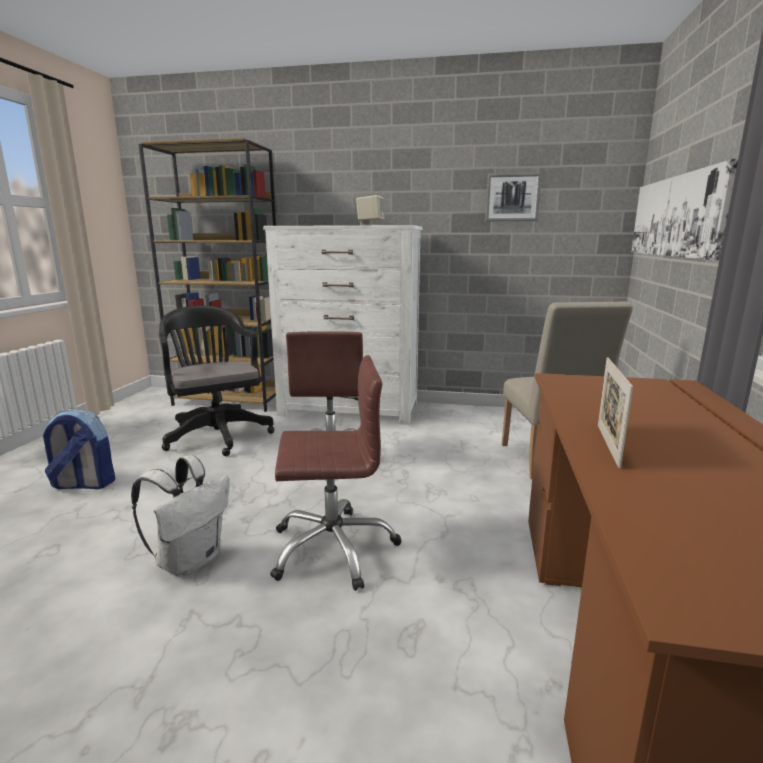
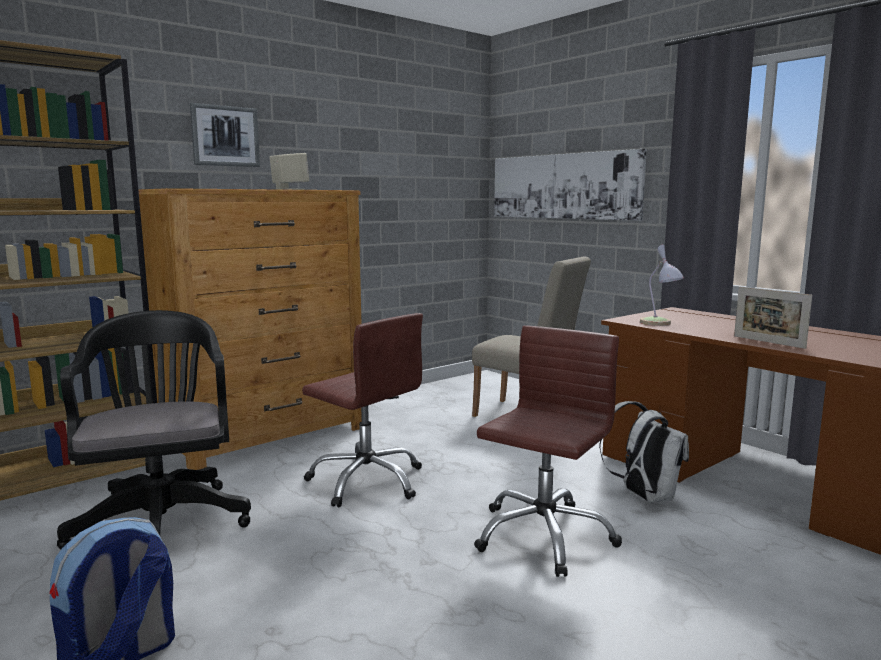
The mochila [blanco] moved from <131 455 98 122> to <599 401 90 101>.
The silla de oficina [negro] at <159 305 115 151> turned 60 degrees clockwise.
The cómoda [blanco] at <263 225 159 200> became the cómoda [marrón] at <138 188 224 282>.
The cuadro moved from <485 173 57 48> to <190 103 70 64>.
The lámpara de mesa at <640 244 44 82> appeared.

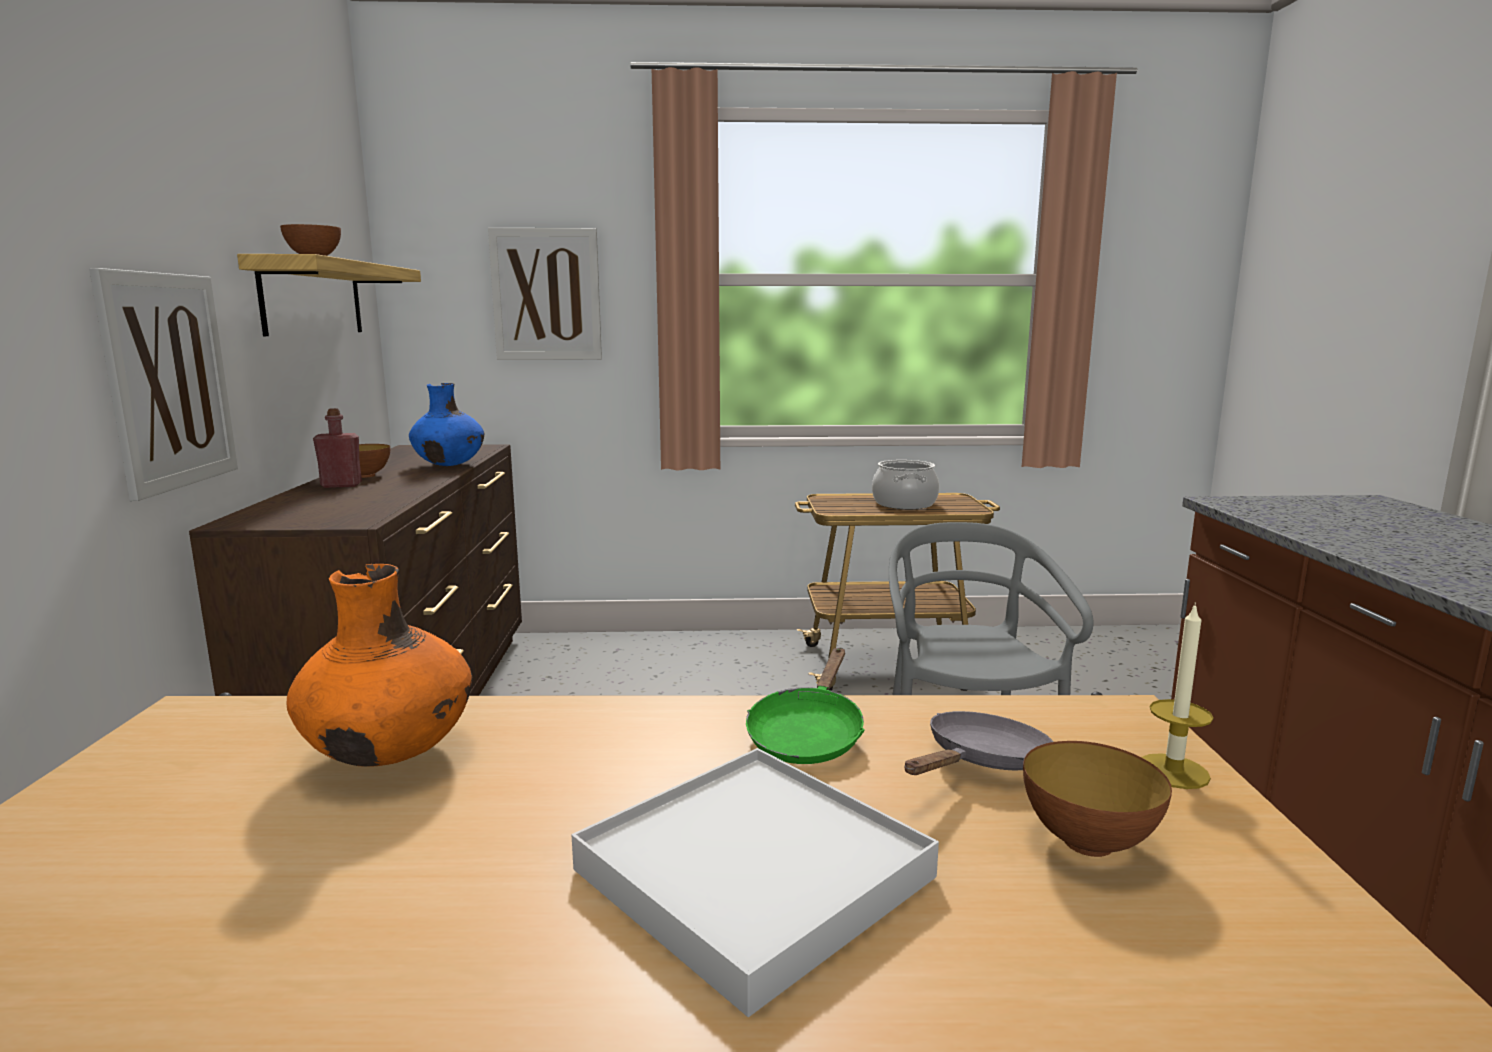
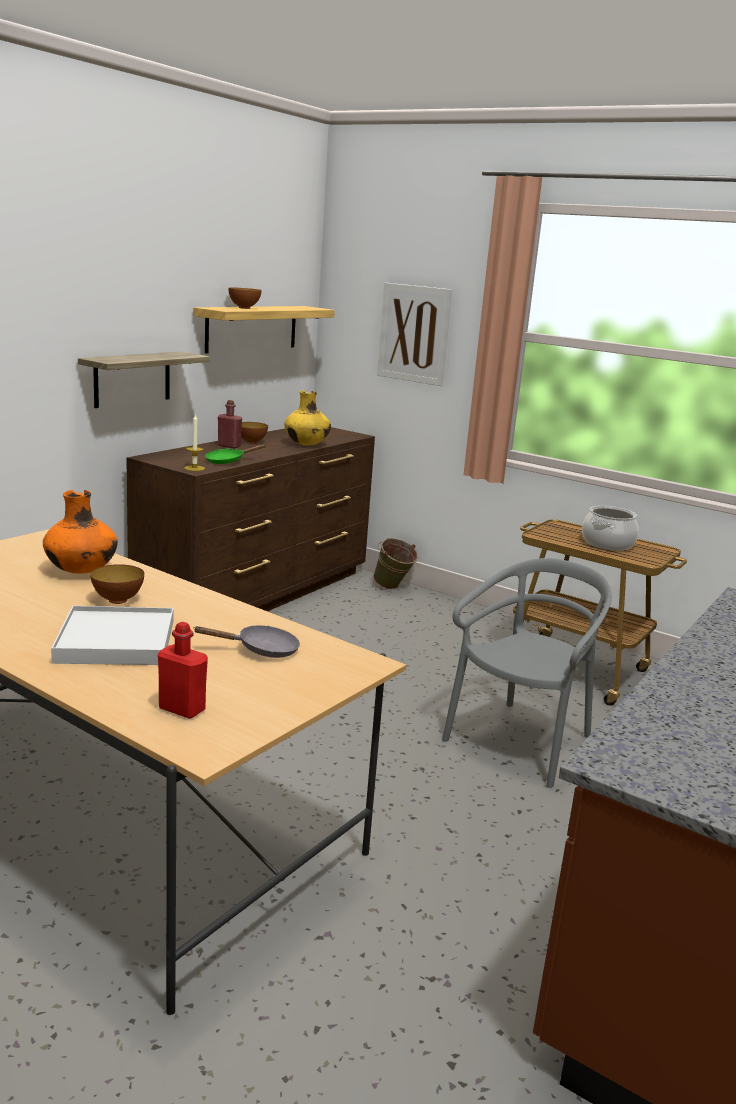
The cuadro at <89 268 149 233> was replaced by the estante at <78 351 132 57>.
The florero [azul] at <409 383 75 83> became the florero [amarillo] at <284 390 47 56>.
The sartén [verde] moved from <746 648 119 116> to <205 444 60 20>.
The cuenco moved from <1023 741 149 116> to <90 564 54 40>.
The vela moved from <1142 602 71 187> to <184 415 21 56>.
The botella [rojo] at <158 622 50 97> appeared.
The cubo [verde] at <373 538 45 51> appeared.

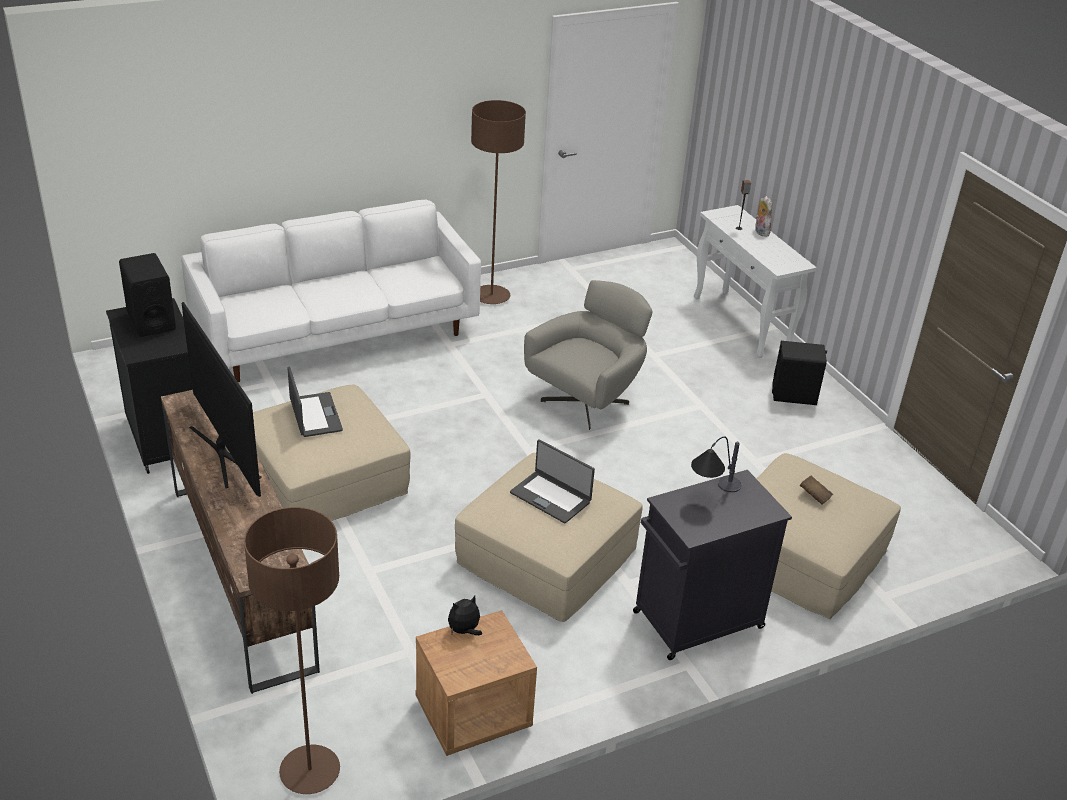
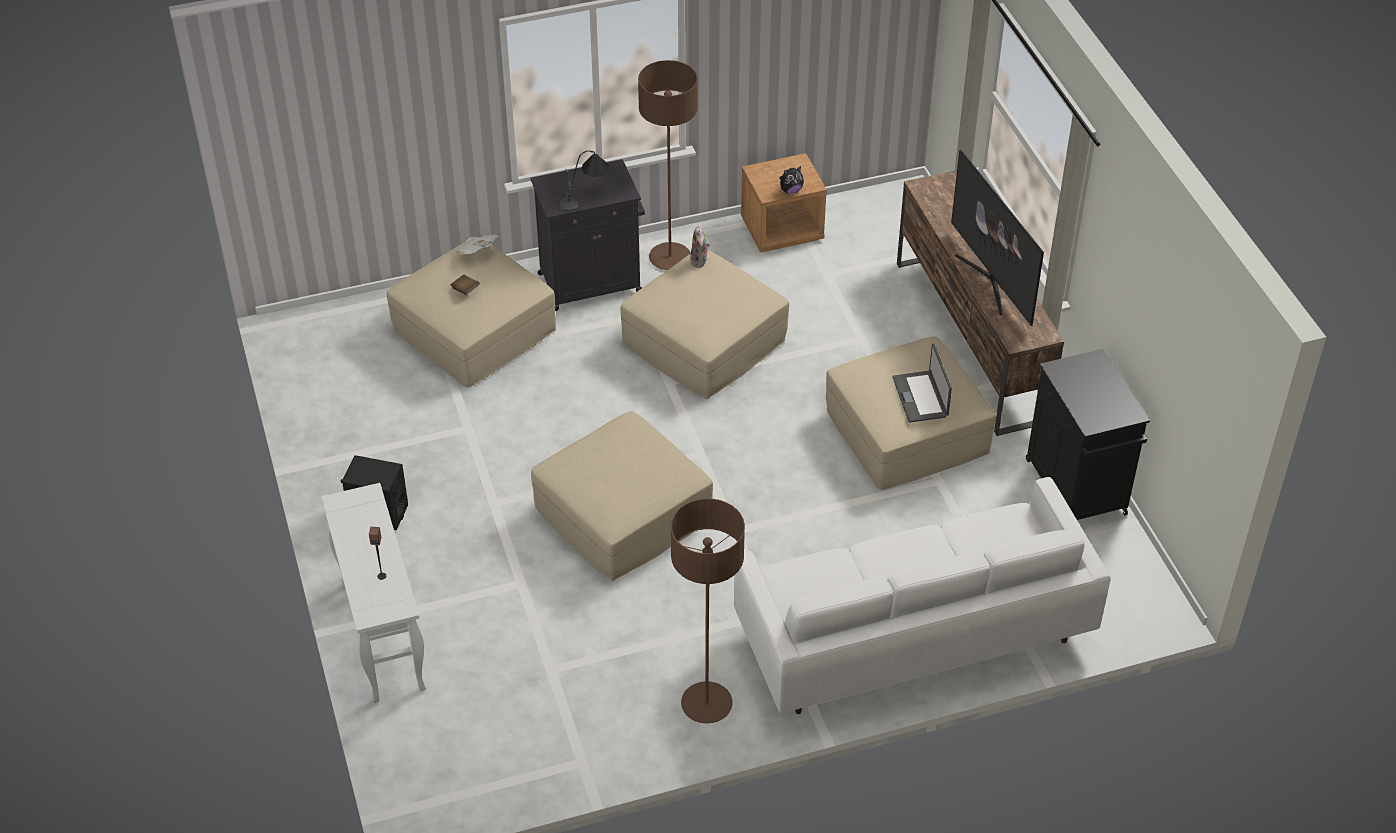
The altavoz [negro] at <119 253 57 84> disappeared.
The lámpara de pie [marrón] moved from <244 507 96 287> to <638 60 60 210>.
The portátil at <510 439 85 84> disappeared.
The sillón [gris] at <524 280 128 150> was replaced by the puf [beis] at <531 411 182 170>.
The peluche moved from <755 196 17 41> to <690 226 20 42>.
The periódico at <454 234 45 20> appeared.

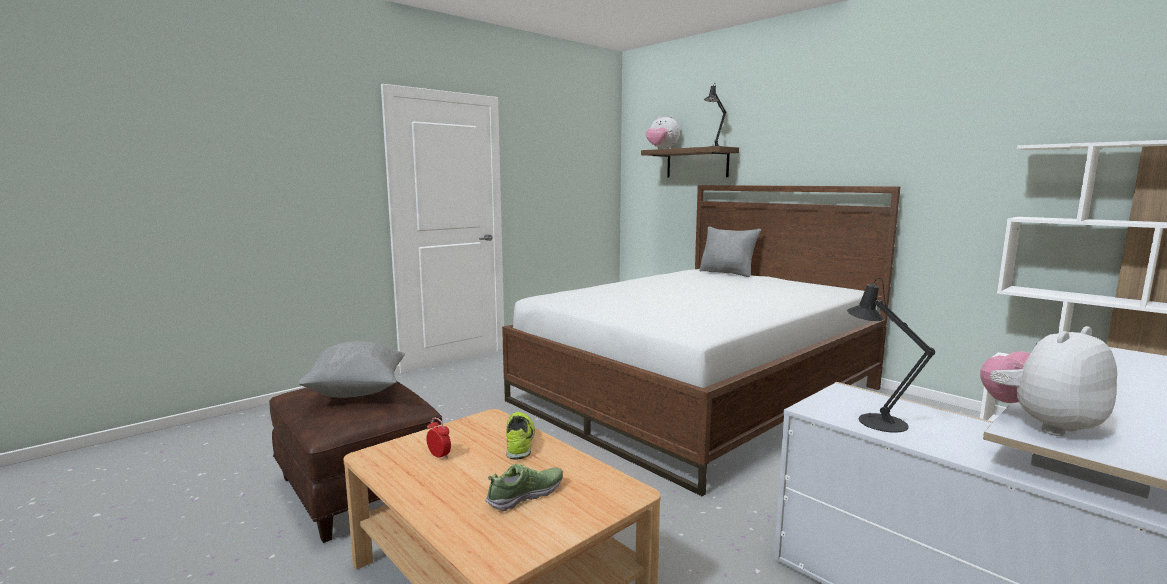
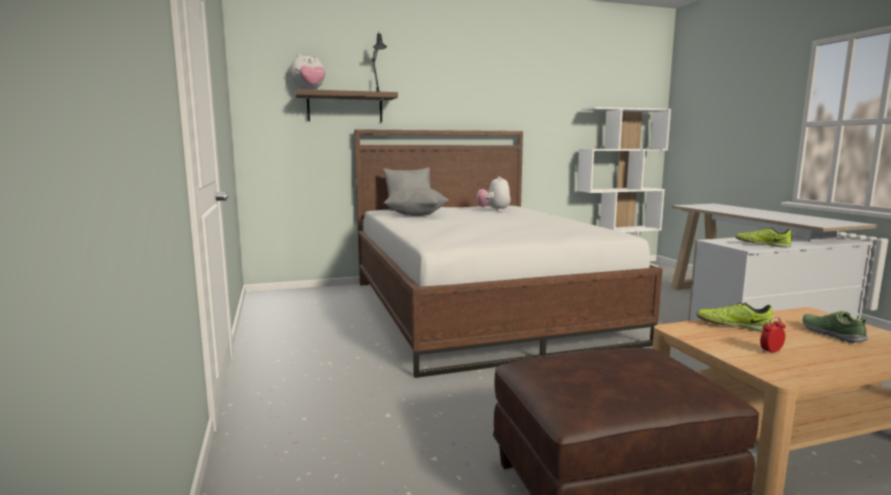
The cojín [gris] moved from <298 341 107 57> to <384 187 65 29>.
The lámpara de mesa [negro] at <847 278 88 155> was replaced by the zapato at <735 227 57 21>.
The peluche moved from <980 326 137 110> to <477 176 34 36>.

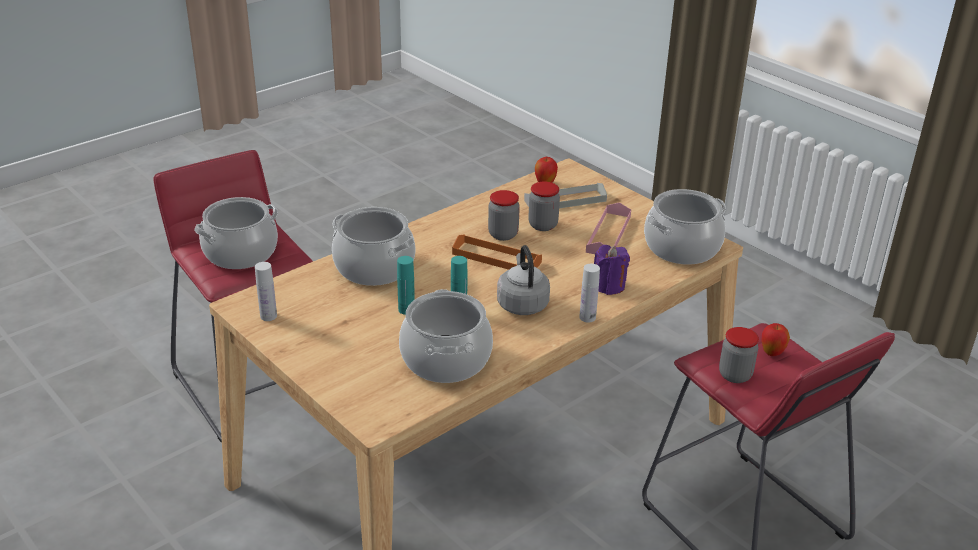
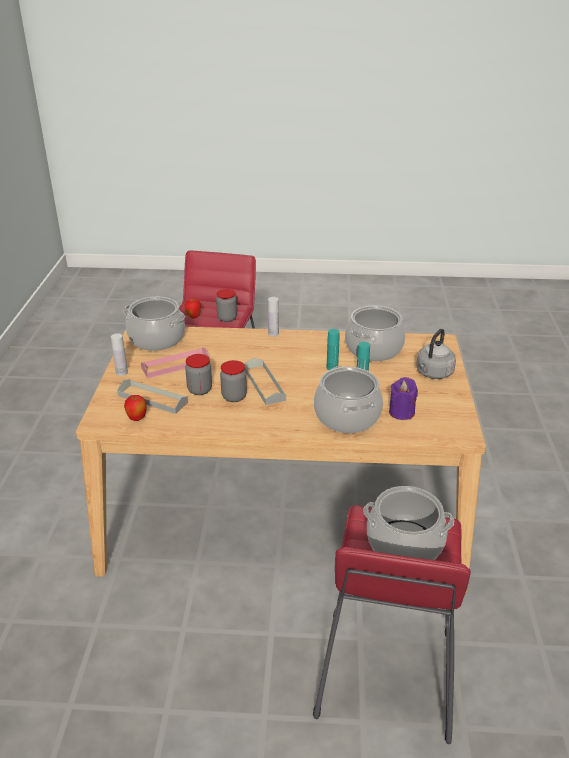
The botella [blanco] moved from <255 262 22 59> to <111 333 17 43>.
The bandeja [naranja] at <452 234 90 36> became the bandeja [gris] at <244 358 42 47>.
The hervidor [gris] moved from <497 245 53 70> to <416 329 40 50>.
The vela [morado] moved from <594 245 36 50> to <389 377 29 43>.

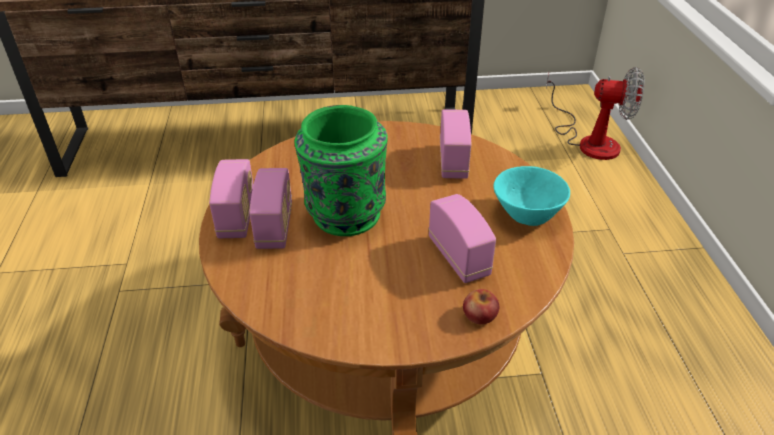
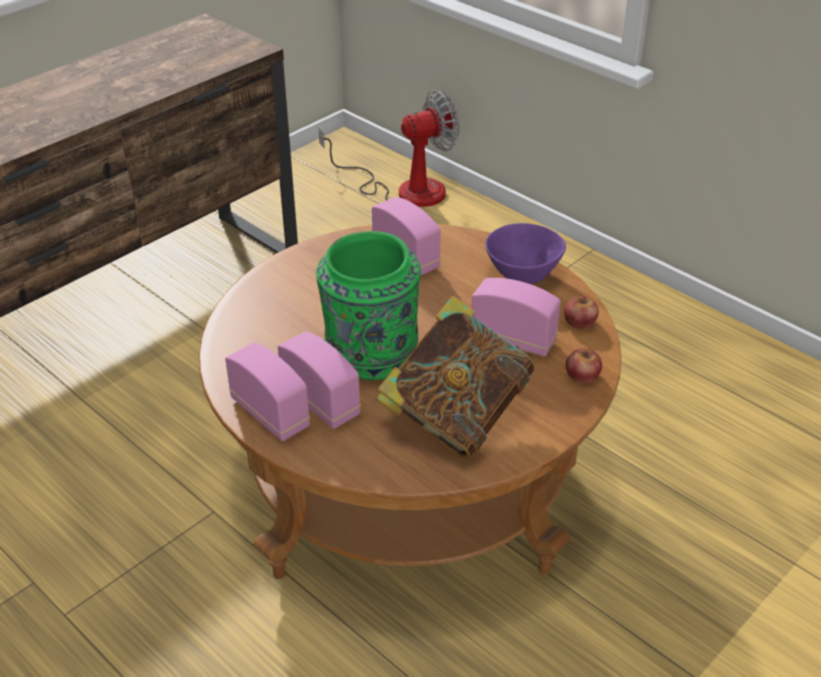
The cuenco [turquesa] at <494 166 76 60> became the cuenco [morado] at <485 223 81 61>.
The libro at <376 296 158 162> appeared.
The manzana at <564 296 35 33> appeared.

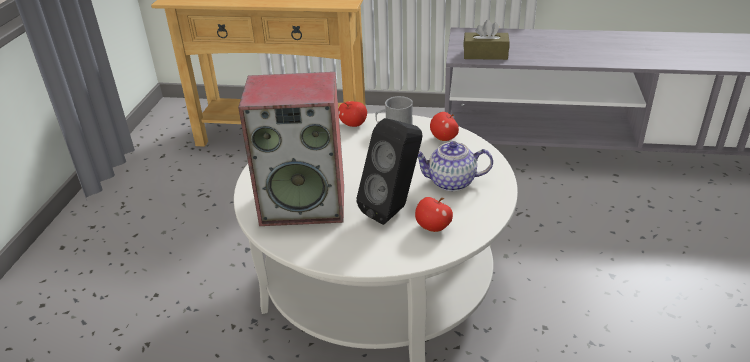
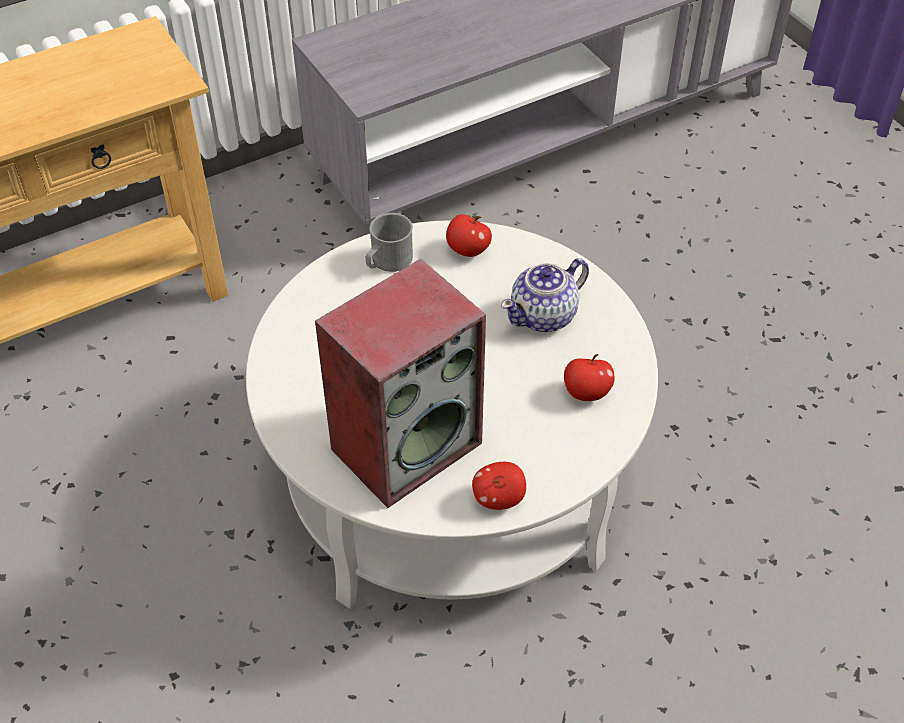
The manzana moved from <338 101 29 26> to <472 462 54 48>.
The altavoz [negro] at <356 118 67 107> disappeared.
The caja de pañuelos [marrón] at <464 20 46 40> disappeared.

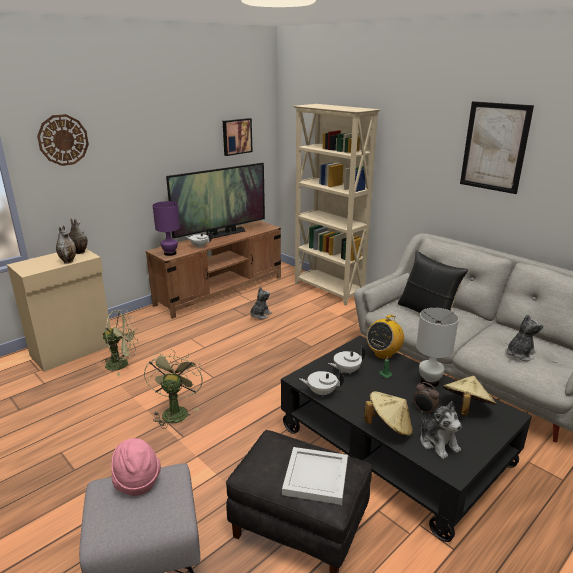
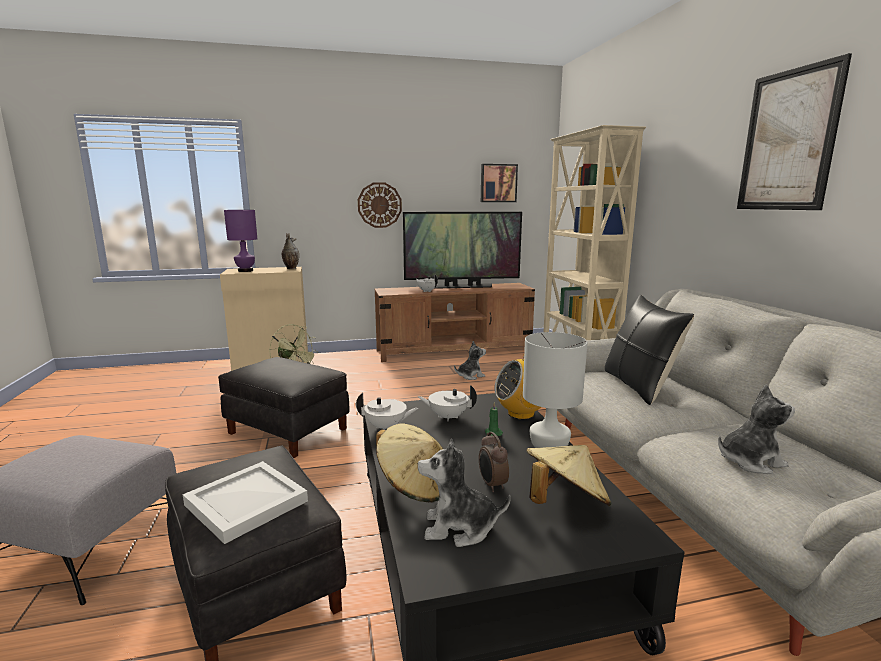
The reloj de pared moved from <37 114 52 52> to <358 182 44 46>.
The florero at <56 225 20 39> disappeared.
The sombrero [rosa] at <111 438 50 58> disappeared.
The ventilador [verde] at <144 349 59 80> was replaced by the puf [negro] at <218 357 131 101>.
The lámpara de mesa [morado] moved from <153 201 27 55> to <224 210 33 62>.
The tetera [blanco] at <299 371 45 26> turned 150 degrees clockwise.
The peluche at <420 401 42 58> turned 90 degrees clockwise.

